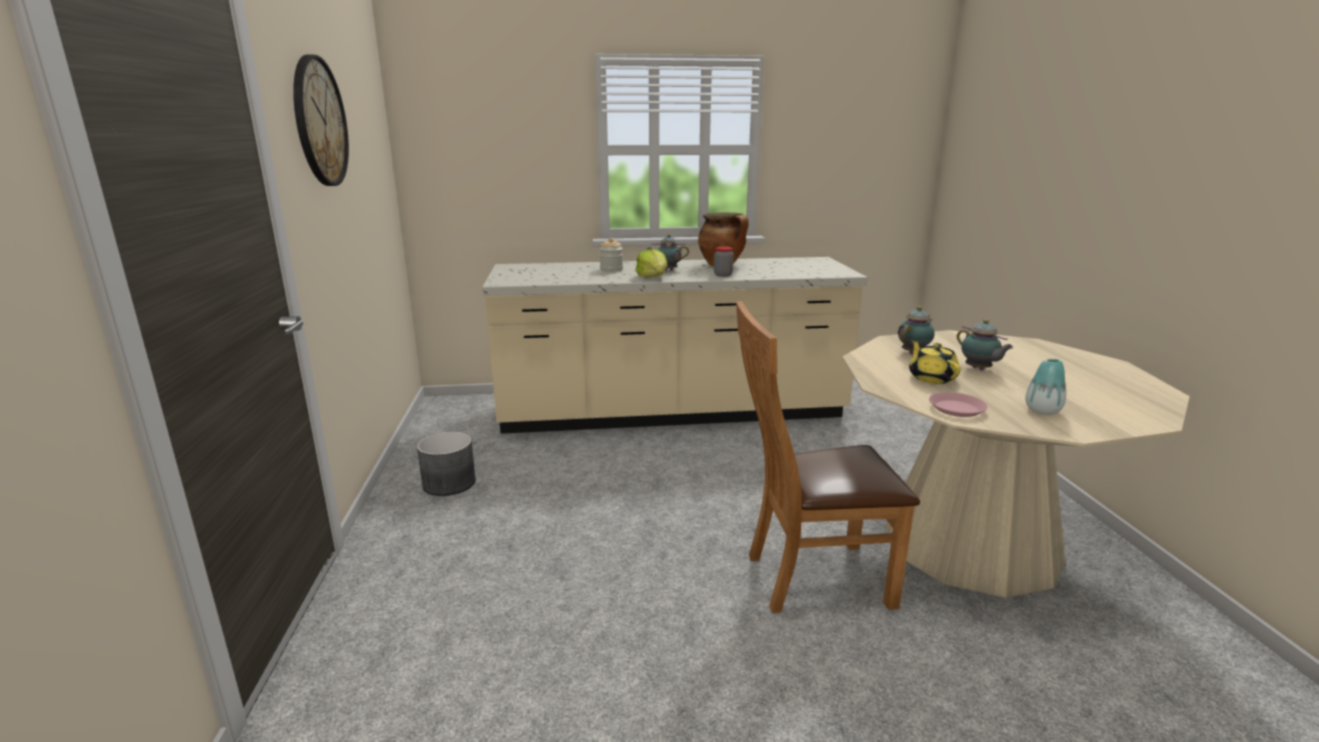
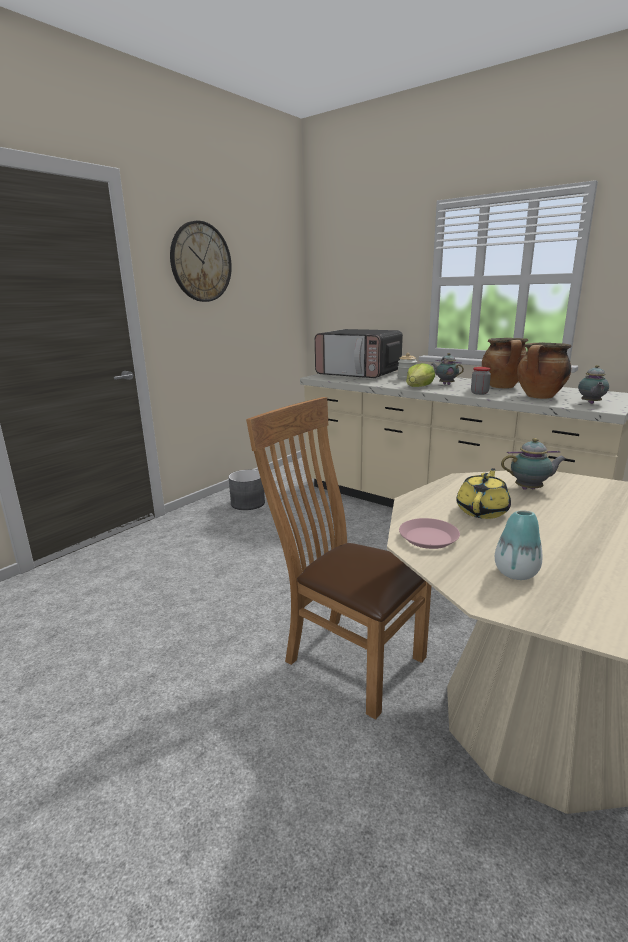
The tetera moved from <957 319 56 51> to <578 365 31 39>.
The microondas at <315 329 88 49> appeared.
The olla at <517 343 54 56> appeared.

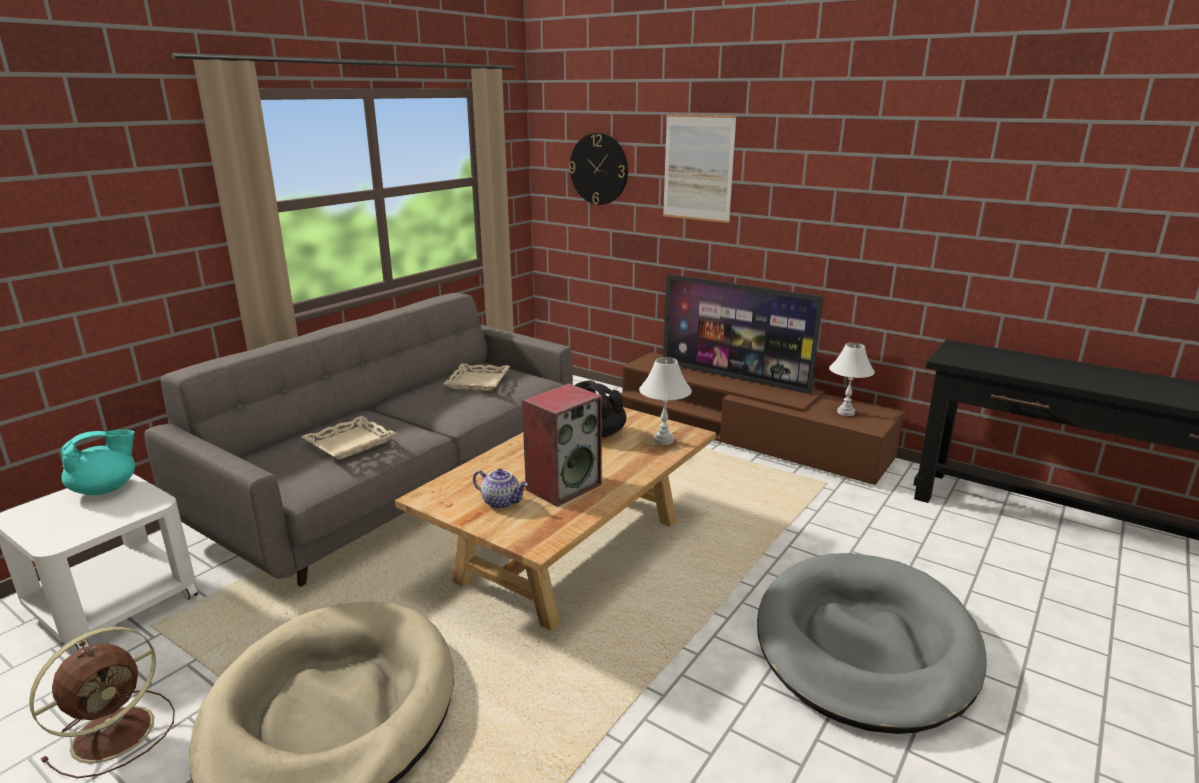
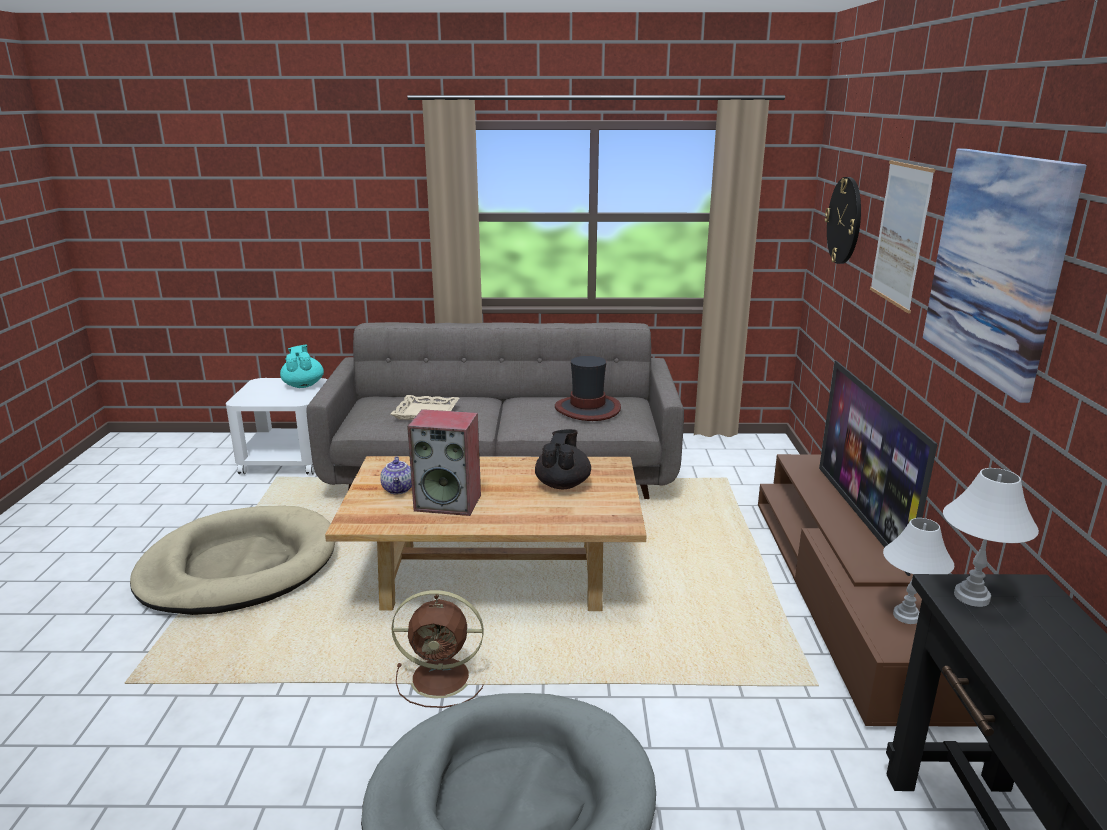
The ventilador [marrón] moved from <29 627 146 151> to <391 590 93 118>.
The tetera [turquesa] at <60 430 75 65> turned 120 degrees counterclockwise.
The bandeja [beis] at <444 364 66 27> was replaced by the sombrero at <555 356 66 65>.
The lámpara de mesa [blanco] moved from <639 357 53 88> to <943 468 96 139>.
The cuadro at <923 148 164 255> appeared.

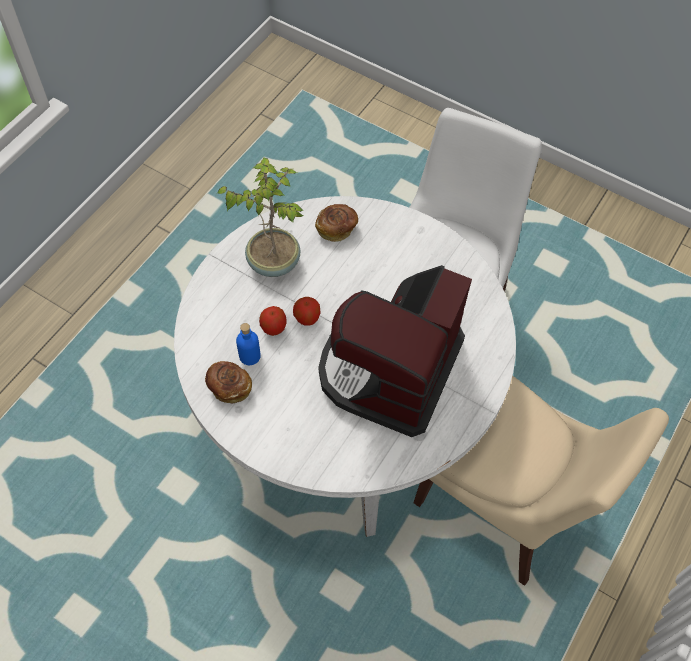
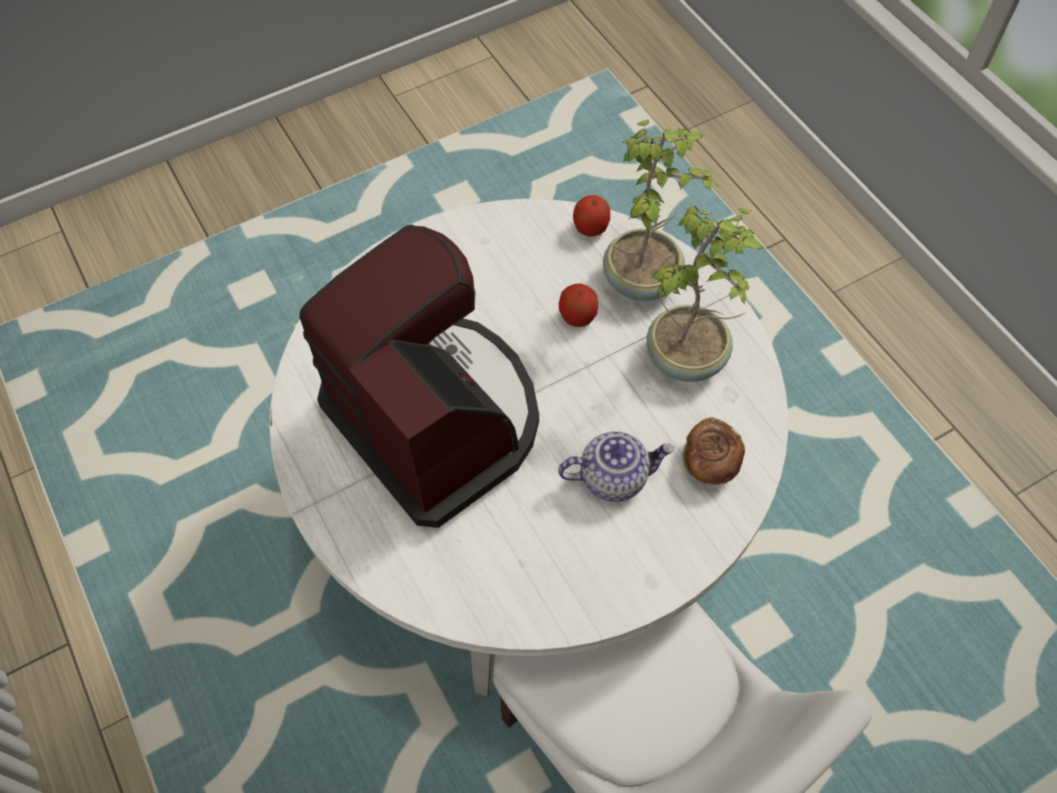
The pan at <205 361 47 43> disappeared.
The botella [azul] at <236 323 25 42> disappeared.
The manzana moved from <293 297 28 29> to <573 195 37 42>.
The silla [beis] at <414 376 255 210> disappeared.
The tetera at <558 431 117 71> appeared.
The planta en maceta at <603 120 116 181> appeared.

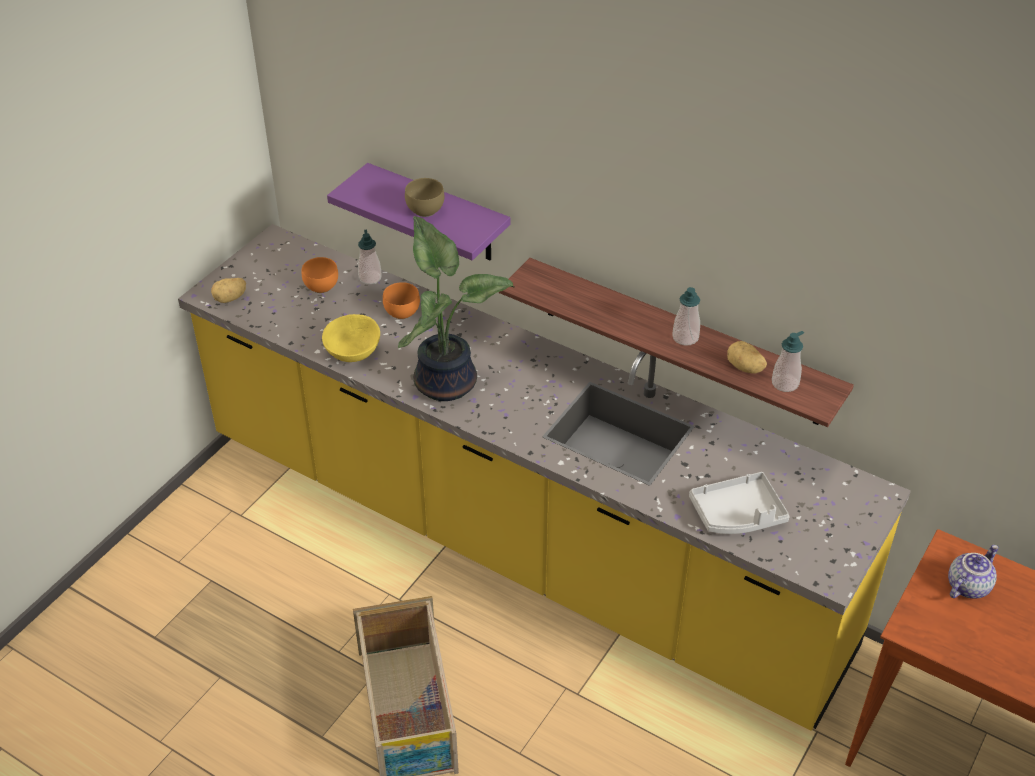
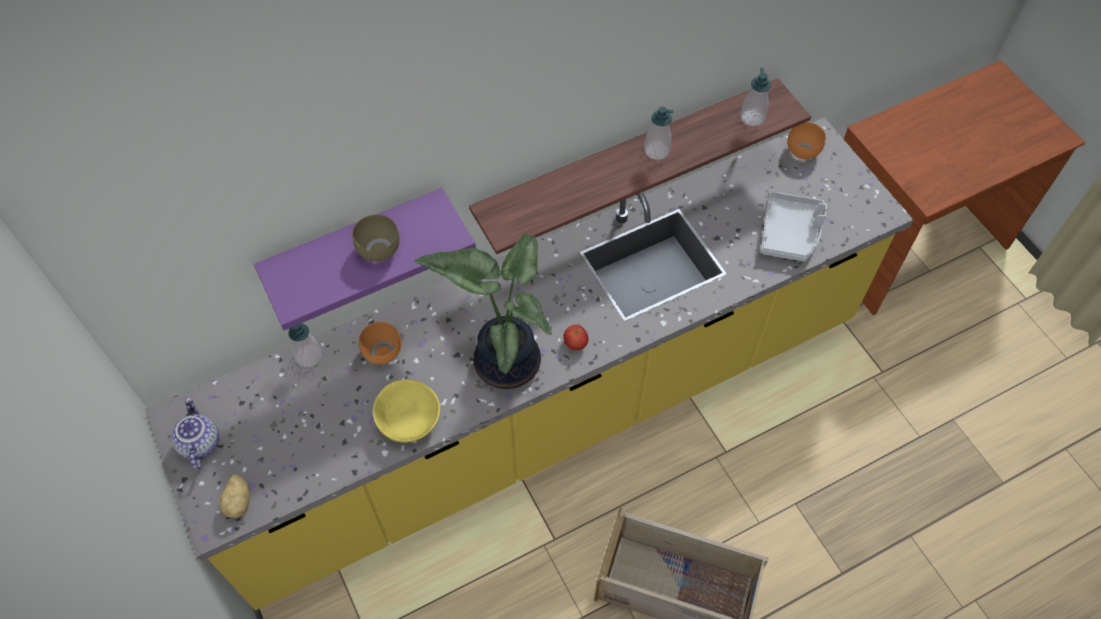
The cuenco [naranja] moved from <302 257 36 36> to <787 122 39 37>.
The patata at <727 341 40 33> disappeared.
The tetera moved from <948 545 51 54> to <171 397 48 74>.
The tomate at <563 325 25 25> appeared.

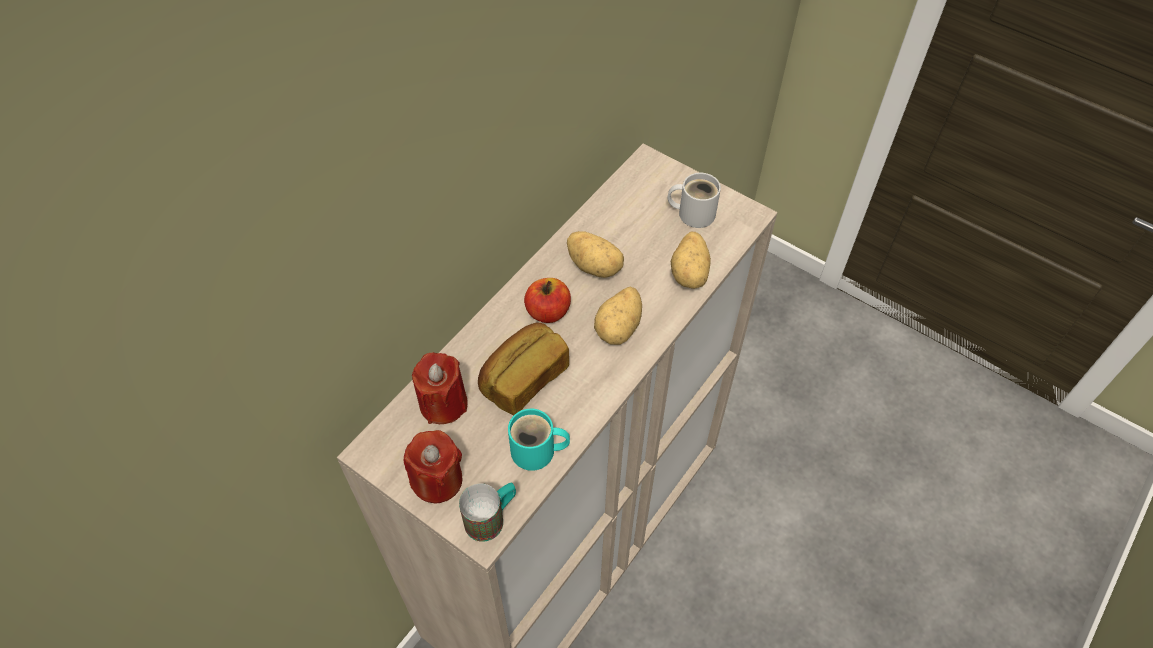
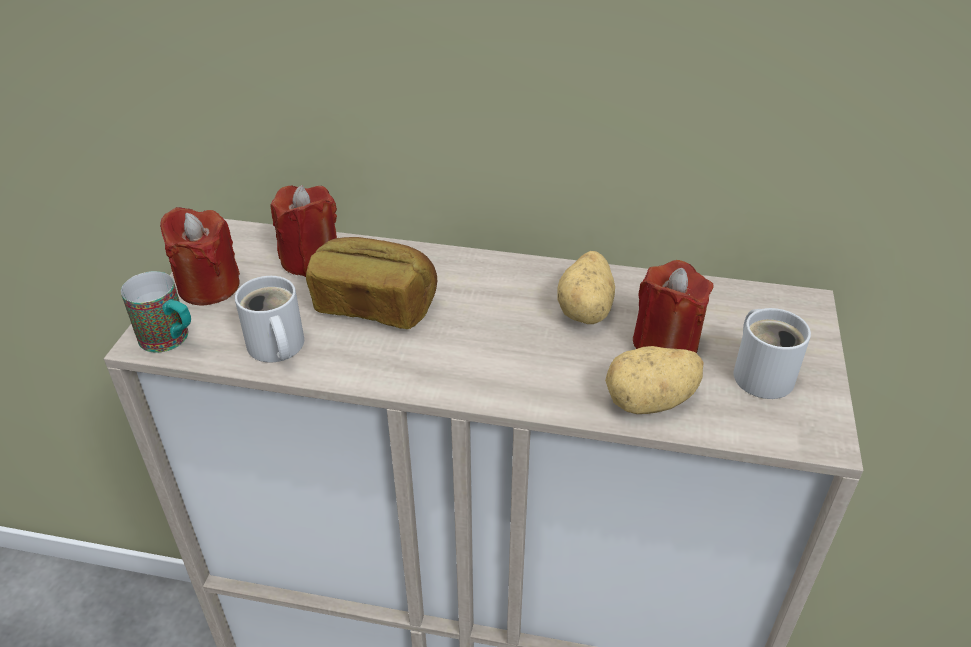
The taza grande [turquesa] at <508 409 62 62> became the taza grande [blanco] at <235 276 69 86>.
The manzana at <524 278 47 45> disappeared.
The patata at <594 287 48 58> disappeared.
The vela [rojo] at <633 260 81 93> appeared.

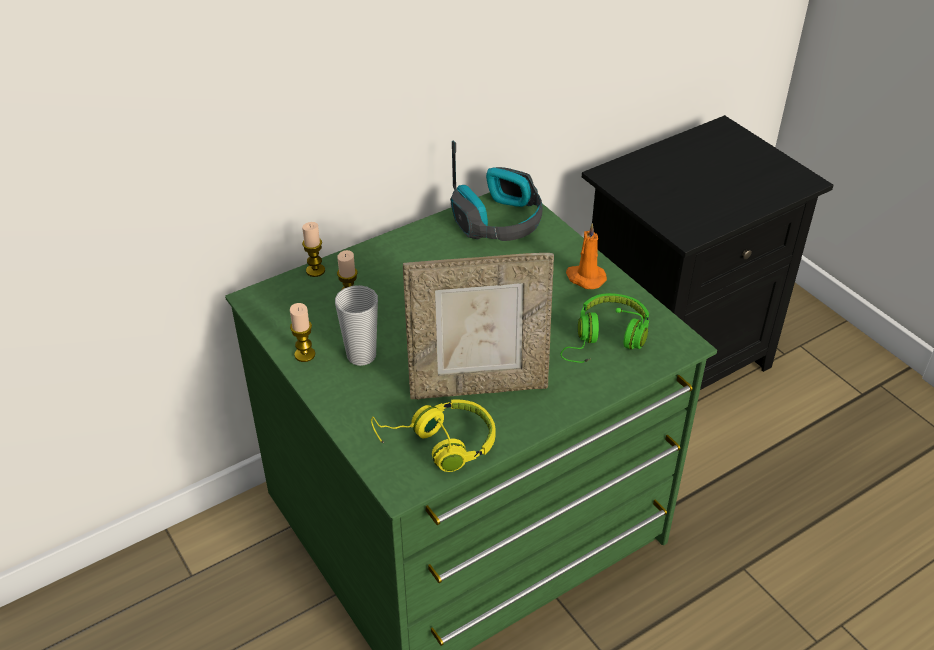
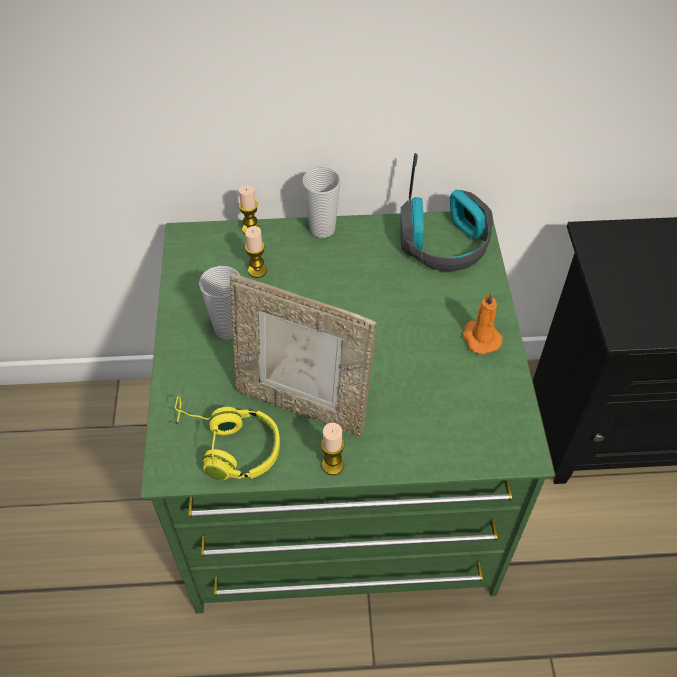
The vela moved from <290 303 25 59> to <321 422 24 53>.
The auriculares [verde] at <561 293 88 70> disappeared.
The taza at <303 167 38 71> appeared.

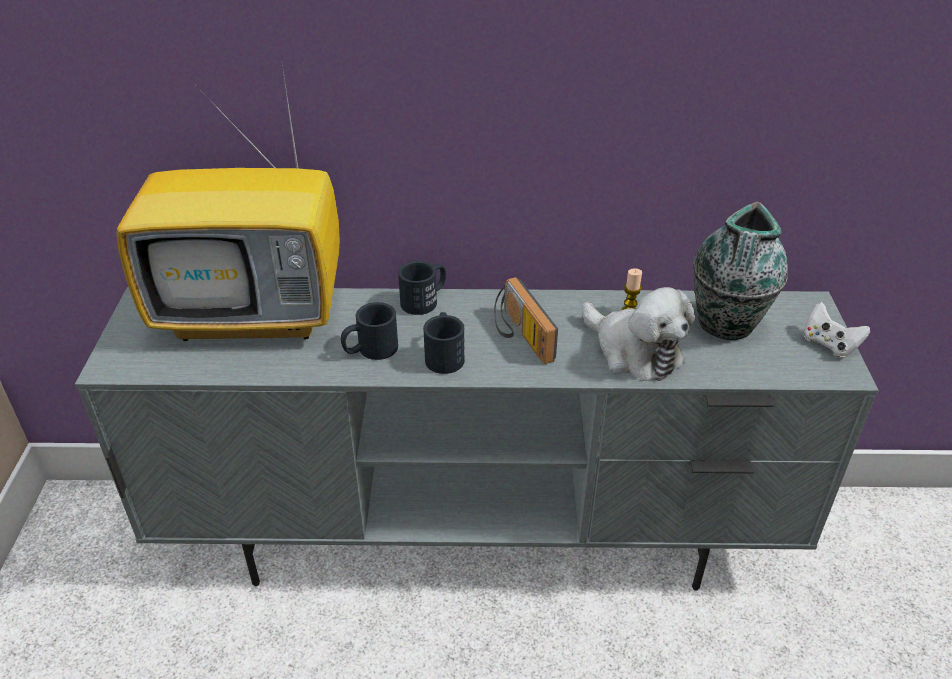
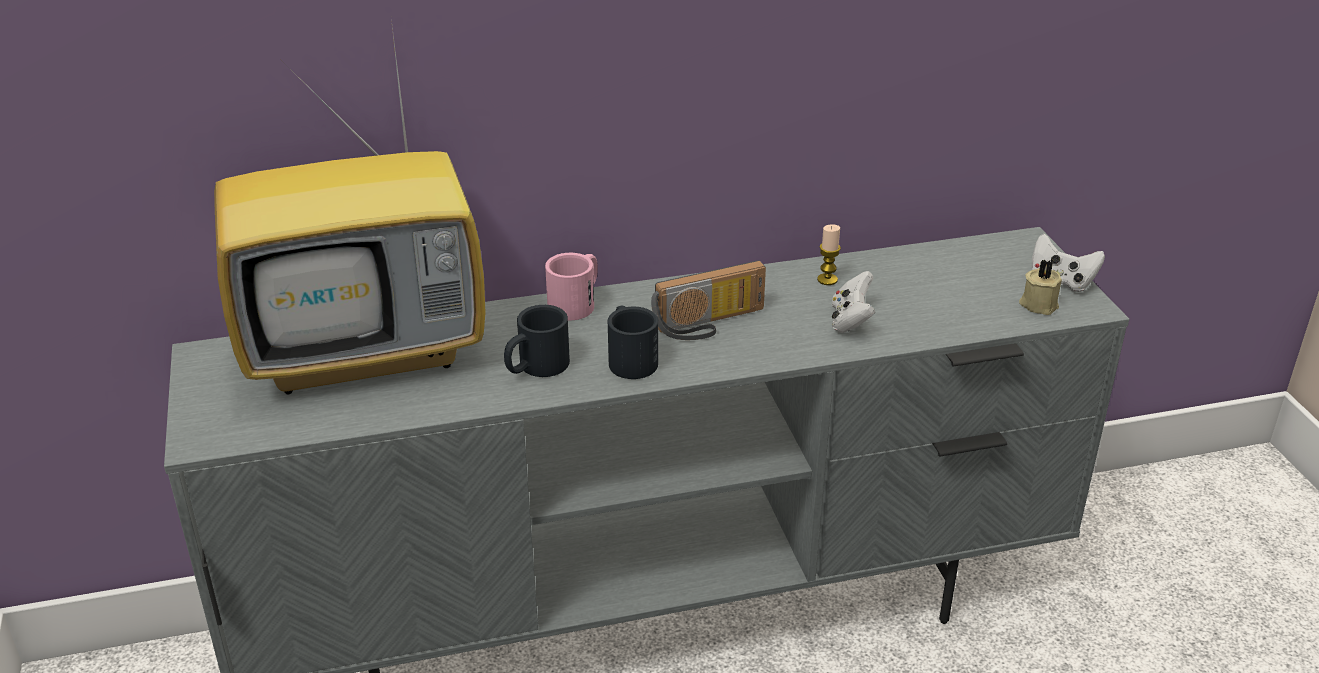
The taza grande [negro] at <398 261 48 54> became the taza grande [rosa] at <545 253 53 67>.
The radio at <494 277 64 87> turned 75 degrees counterclockwise.
The peluche at <582 287 113 94> was replaced by the mando de consola [blanco] at <832 271 43 62>.
The florero at <693 202 95 138> disappeared.
The vela [beis] at <1019 259 43 56> appeared.

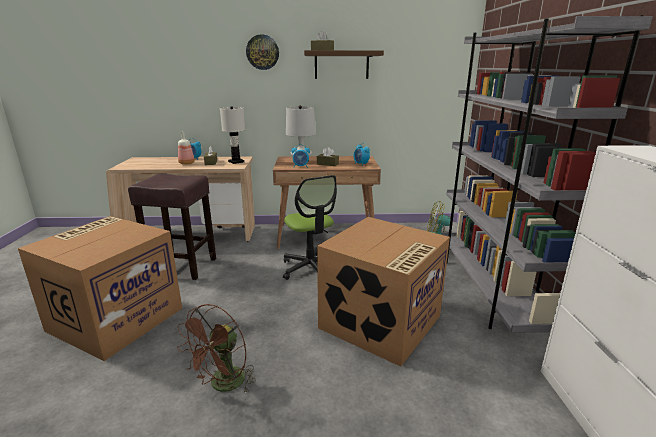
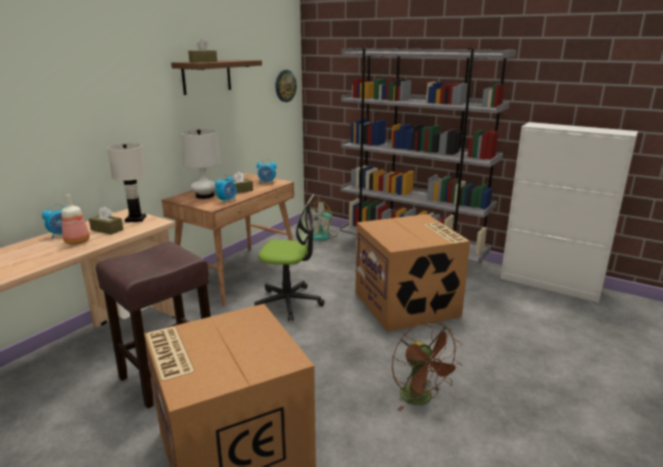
The reloj de pared moved from <246 34 33 36> to <276 70 21 32>.

